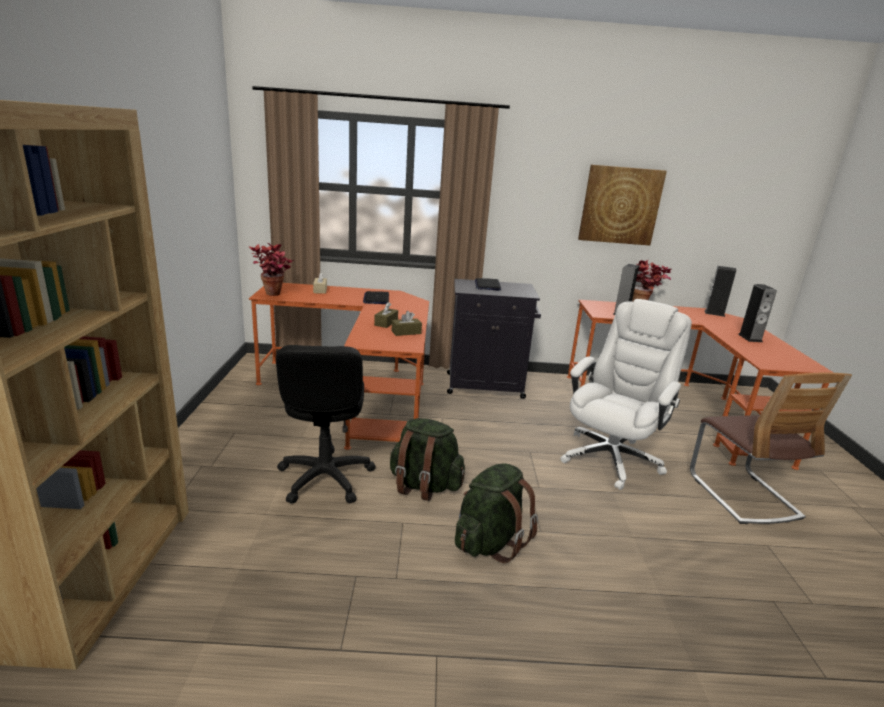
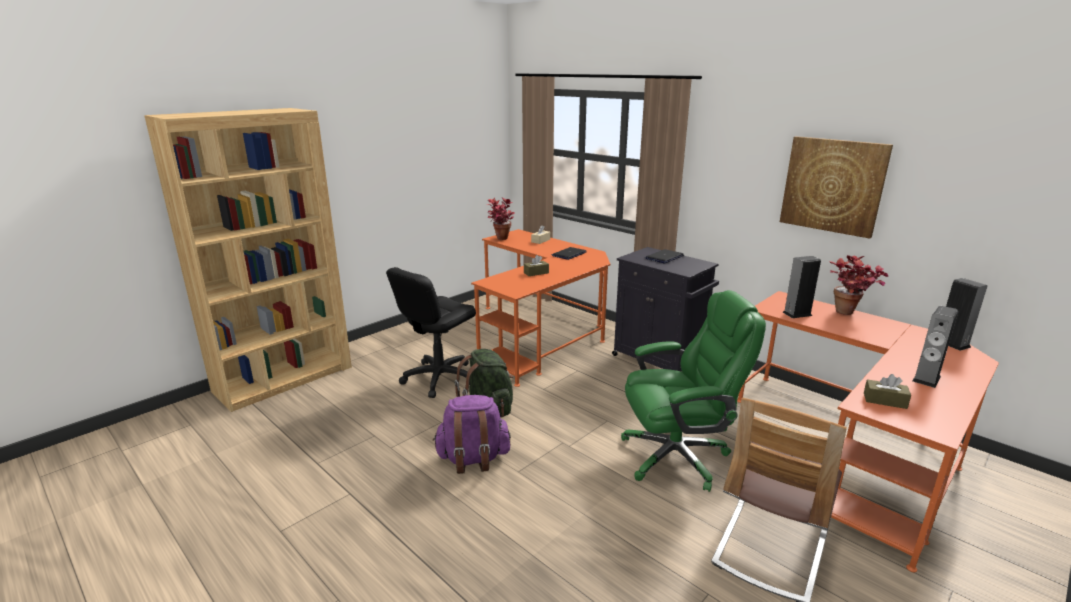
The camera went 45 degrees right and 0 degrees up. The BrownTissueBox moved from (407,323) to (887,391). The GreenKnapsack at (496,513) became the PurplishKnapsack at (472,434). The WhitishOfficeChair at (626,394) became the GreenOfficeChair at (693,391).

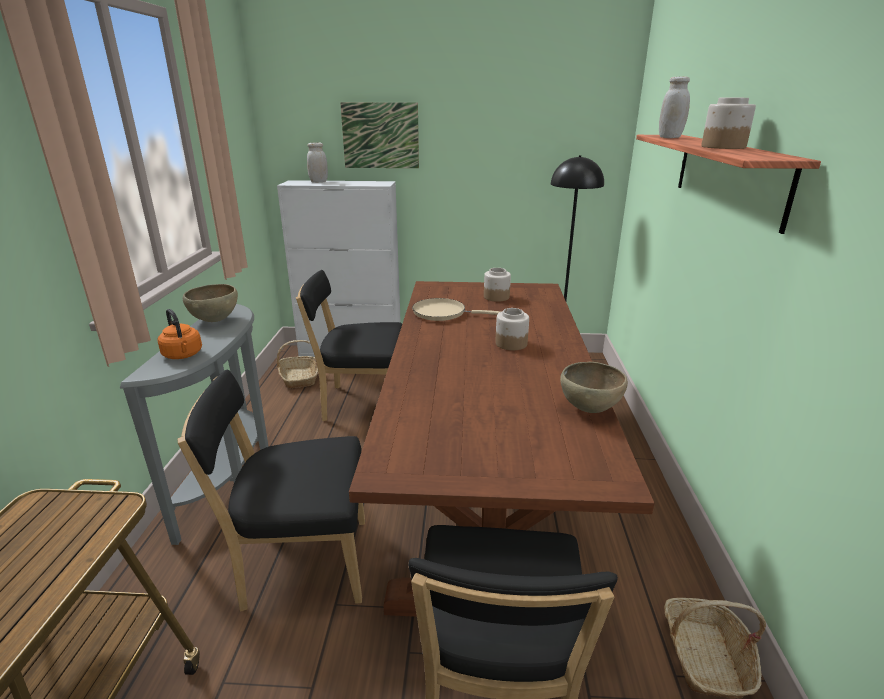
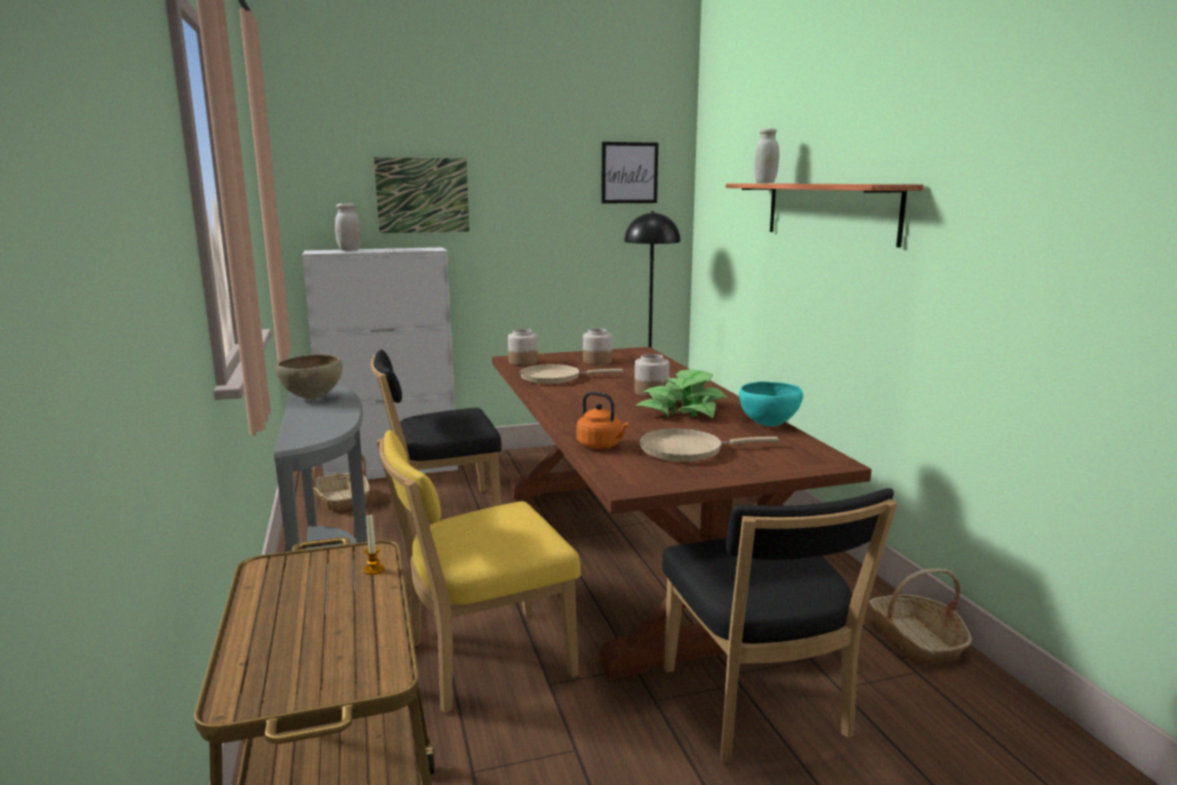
The camera went 20 degrees left and 10 degrees down. The Candle at (373,544) appeared. The WallArt at (629,172) appeared. The PottedPlant at (681,393) appeared. The BeigeSkillet at (709,445) appeared. The OrangeColouredWaterKettle moved from (180,334) to (603,420). The Jar moved from (728,123) to (523,347). The BlackColouredPlainChair at (271,491) became the YellowPlainChair at (479,571). The BrownServingBowl at (594,387) became the TurquoiseServingBowl at (771,404).

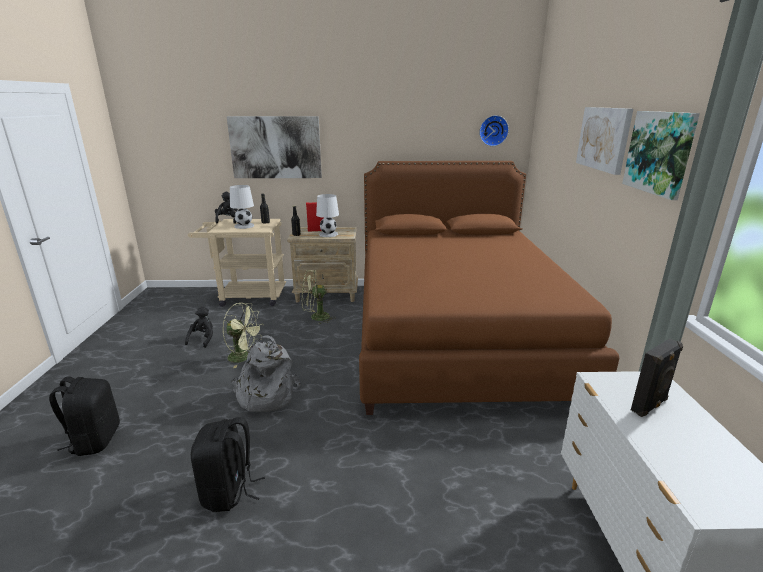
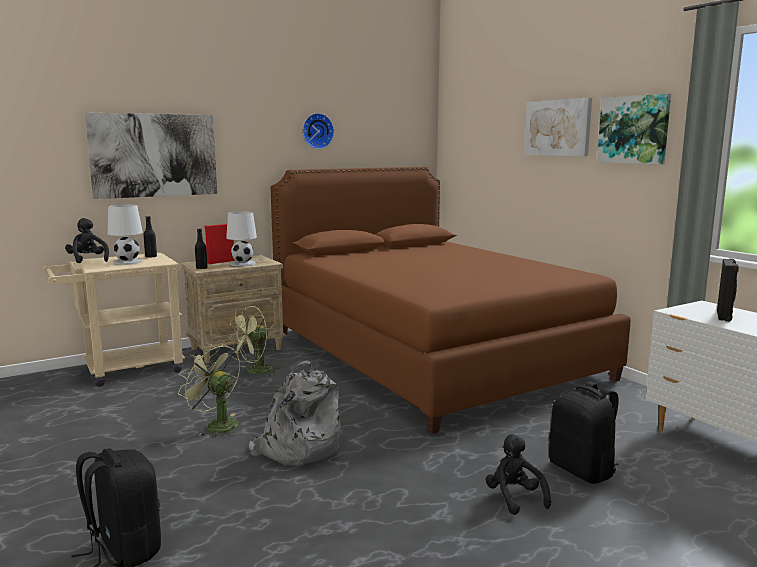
The camera went 30 degrees left and 10 degrees down. The BlackColouredPlushToy moved from (199,327) to (518,474). The BlackColouredKnapsack moved from (228,464) to (584,432). The WallClock moved from (494,130) to (318,131). The GreenElectricFan at (243,335) turned 135 degrees counterclockwise.

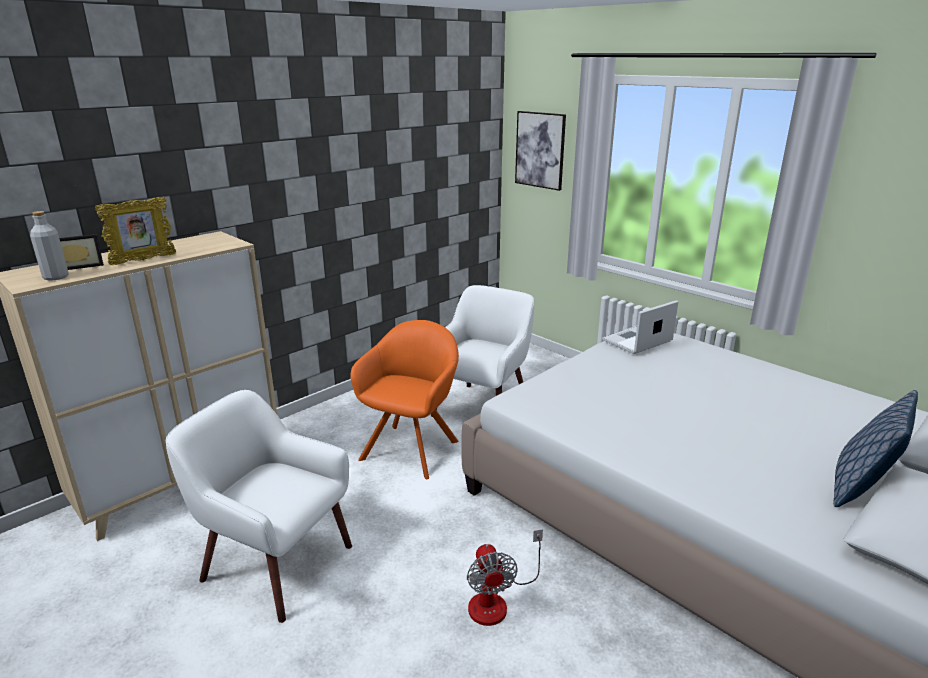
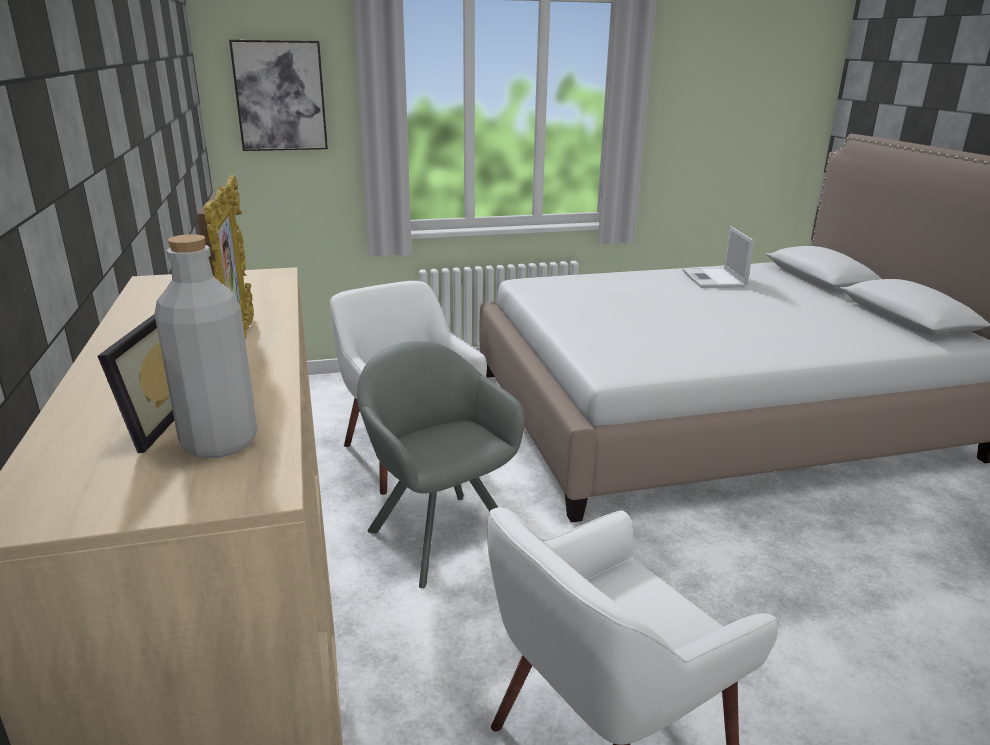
The camera went 60 degrees left and 0 degrees up. The ElectricFan at (505,577) disappeared. The ThrowPillow at (875,448) disappeared. The Laptop moved from (640,327) to (718,257). The OrangeColouredEasyChair at (404,399) became the GrayEasyChair at (441,464).

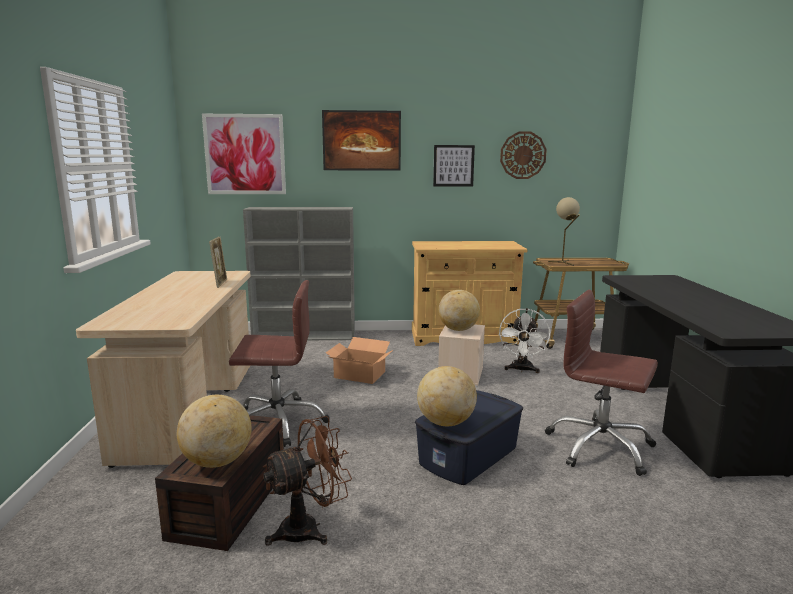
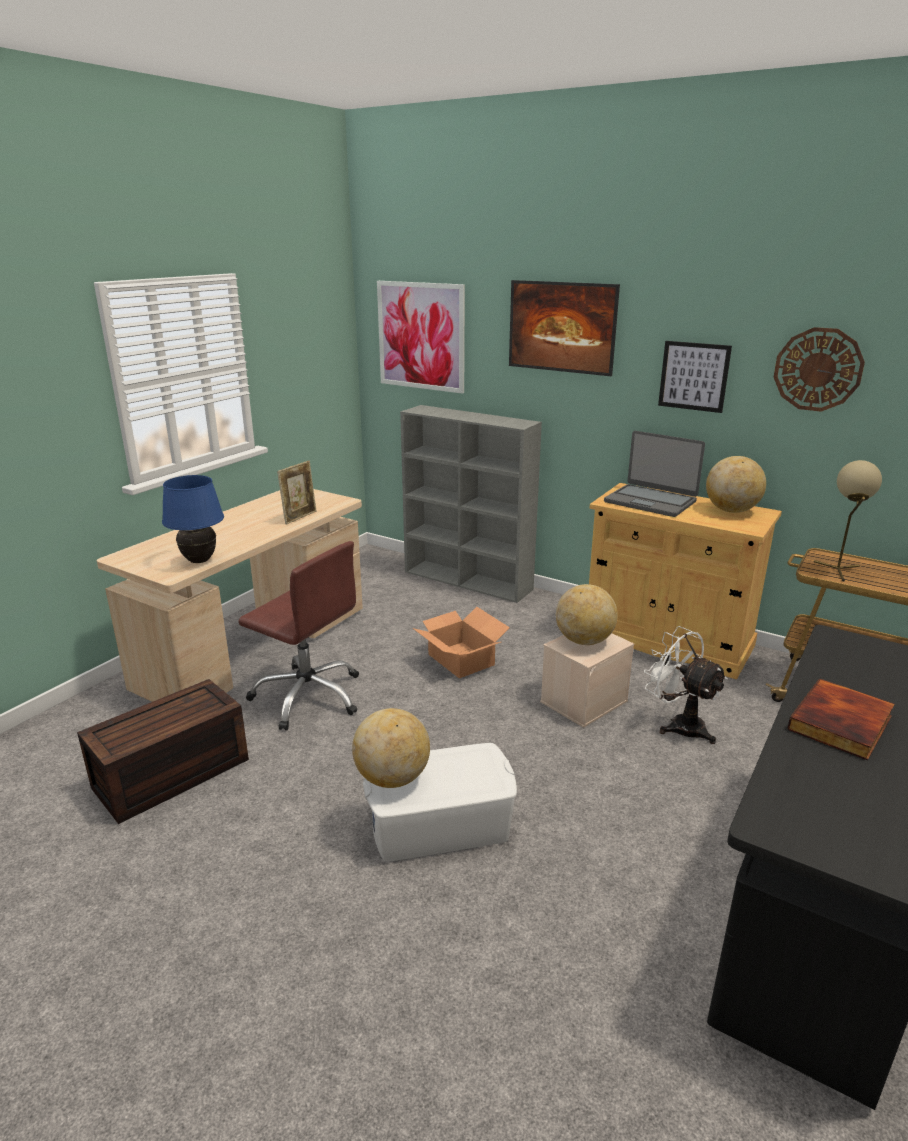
The camera went 35 degrees right and 10 degrees up. The BrownElectricFan at (307,481) disappeared. The BrownOfficeChair at (601,383) disappeared. The BlueLampForATable at (193,519) appeared. The Laptop at (654,474) appeared. The Book at (841,719) appeared. The Globe moved from (214,431) to (736,484). The BlueStorageBox at (469,437) became the WhitishStorageBox at (440,802). The WhitishElectricFan at (524,340) turned 90 degrees clockwise.

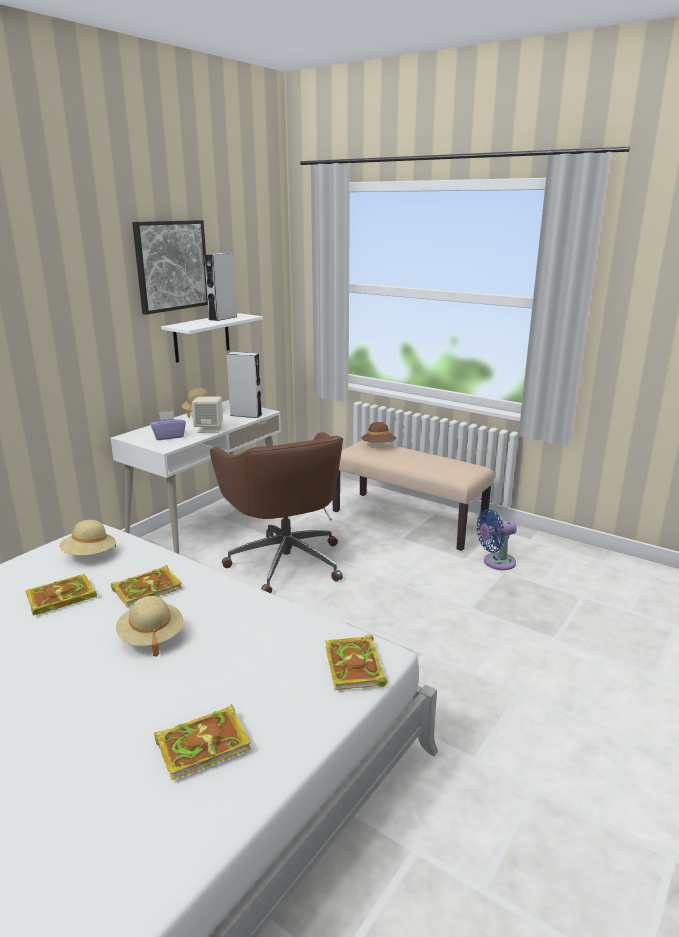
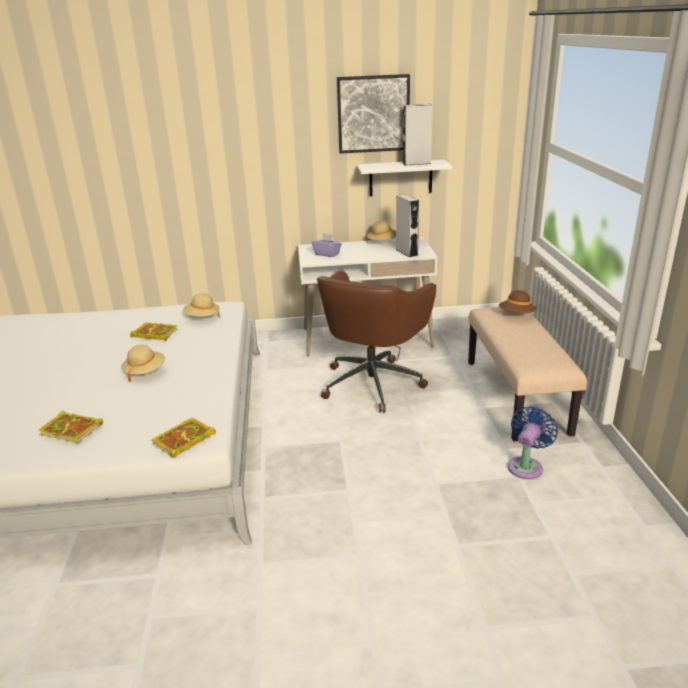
The camera went 50 degrees right and 5 degrees up. The Book at (146,586) disappeared. The BeigeAudioSpeaker at (207,415) disappeared. The BlueElectricFan at (497,539) turned 90 degrees clockwise.

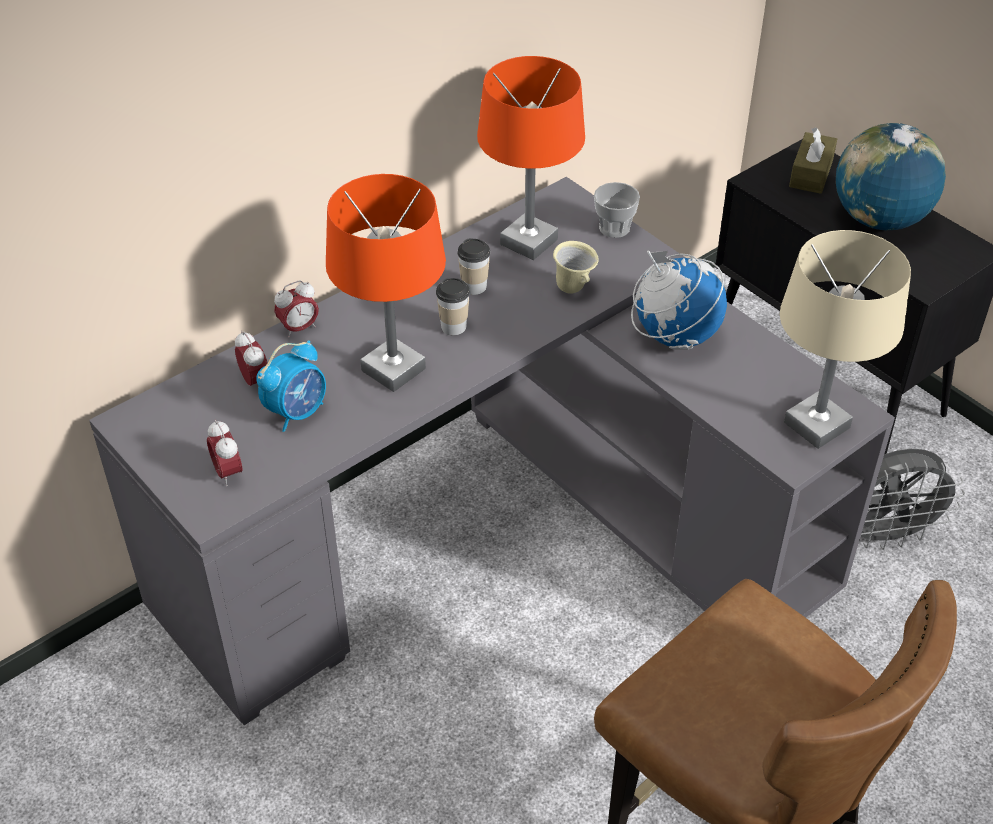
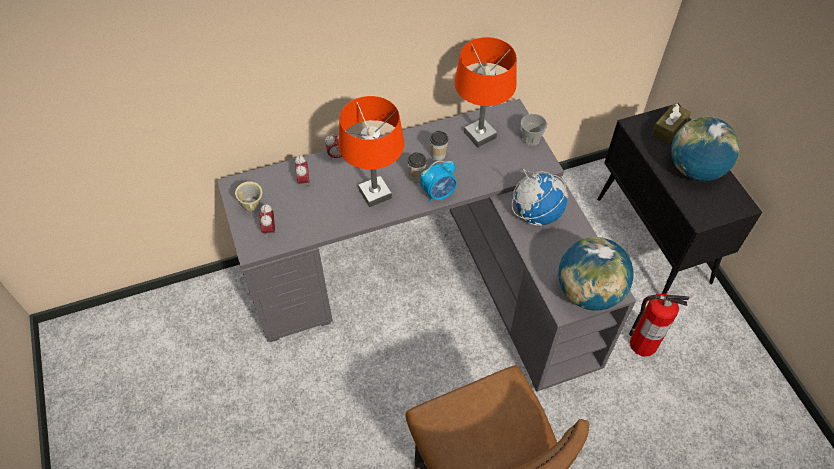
The camera went 20 degrees right and 10 degrees up. The TableClock moved from (291,386) to (438,181). The BeigeCoffeeMug moved from (576,267) to (249,196). The BeigeLampForATable at (845,339) was replaced by the Globe at (596,273). The GrayElectricFan at (913,499) was replaced by the Extinguisher at (659,325).

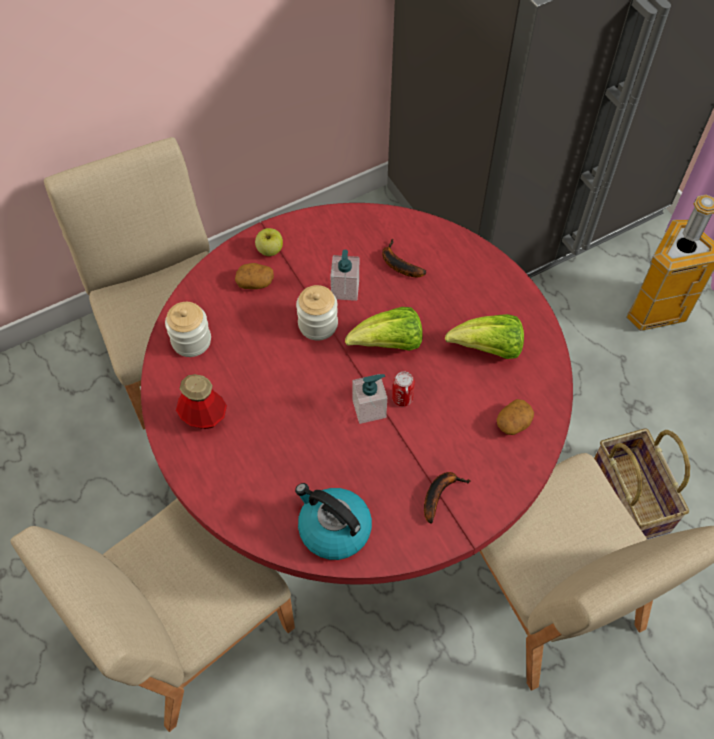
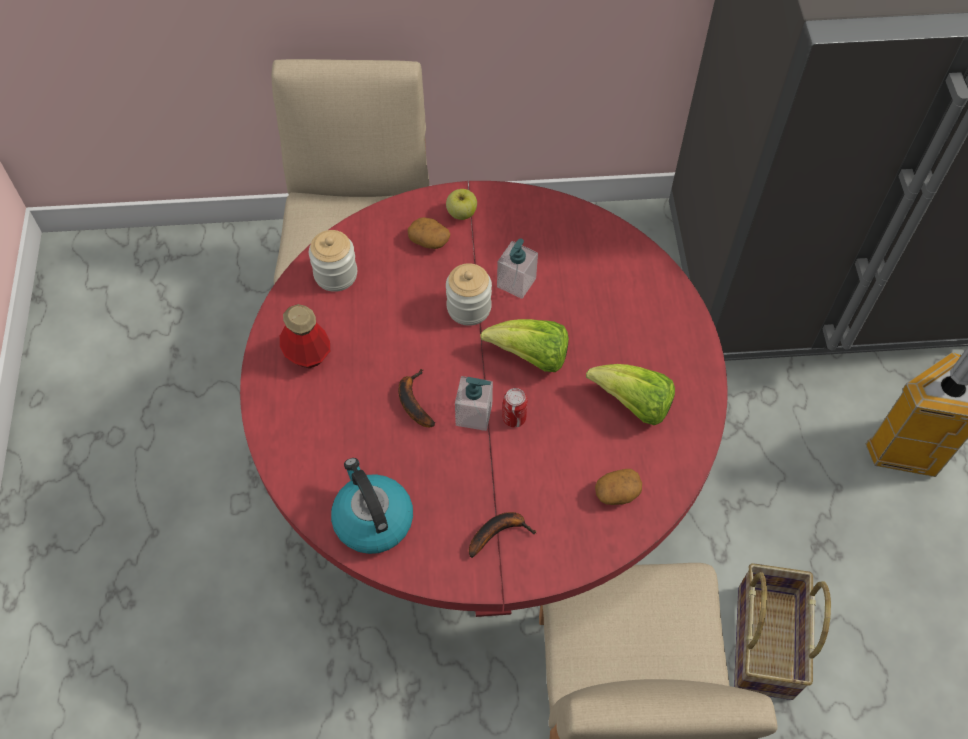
The camera went 25 degrees right and 0 degrees up. The BeigePlainChair at (152,615) disappeared. The WholeBanana moved from (404,258) to (416,398).

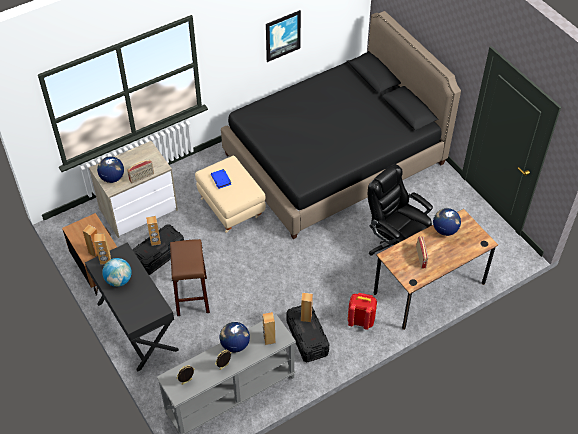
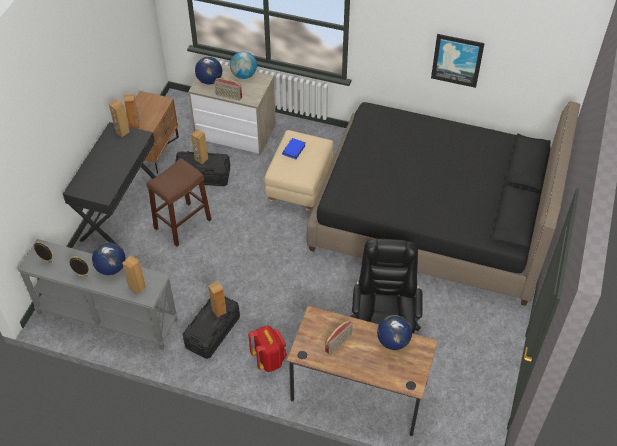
The camera went 50 degrees right and 0 degrees up. The Globe moved from (117,272) to (243,65).

